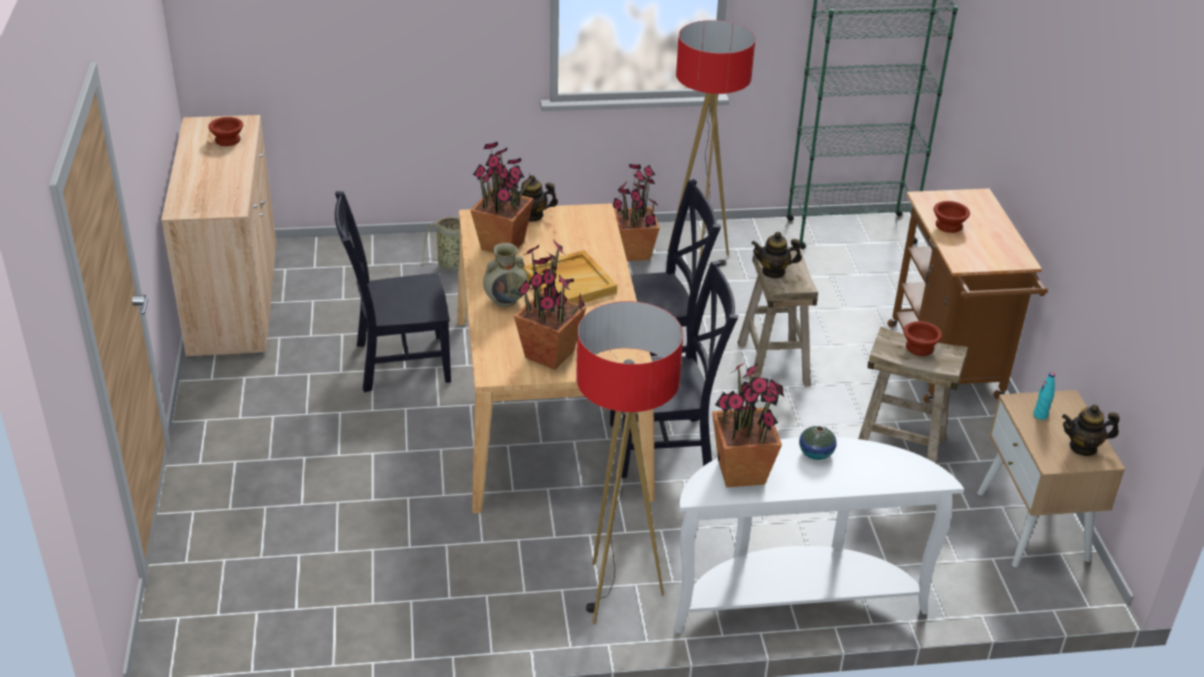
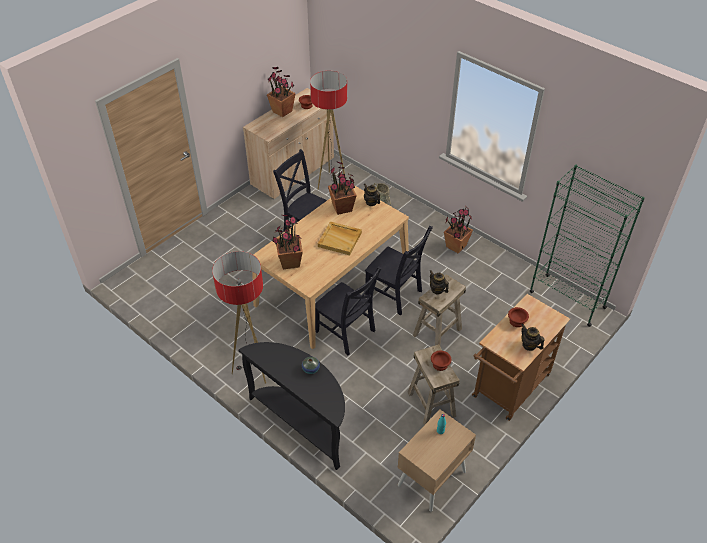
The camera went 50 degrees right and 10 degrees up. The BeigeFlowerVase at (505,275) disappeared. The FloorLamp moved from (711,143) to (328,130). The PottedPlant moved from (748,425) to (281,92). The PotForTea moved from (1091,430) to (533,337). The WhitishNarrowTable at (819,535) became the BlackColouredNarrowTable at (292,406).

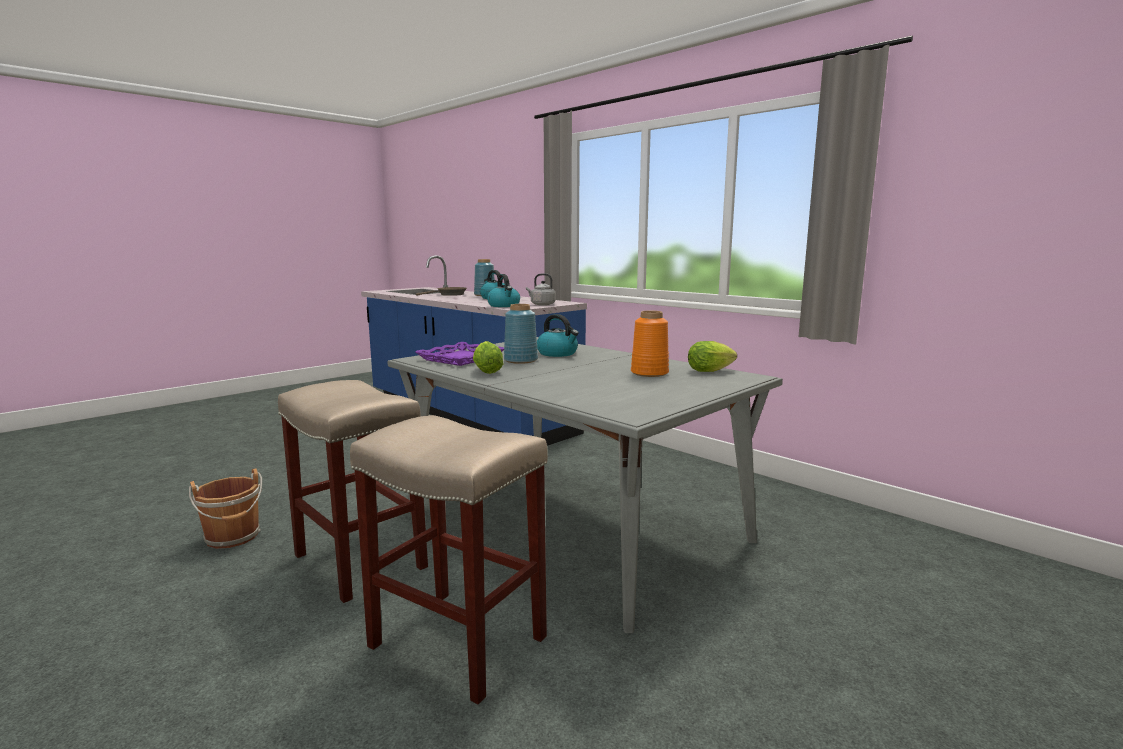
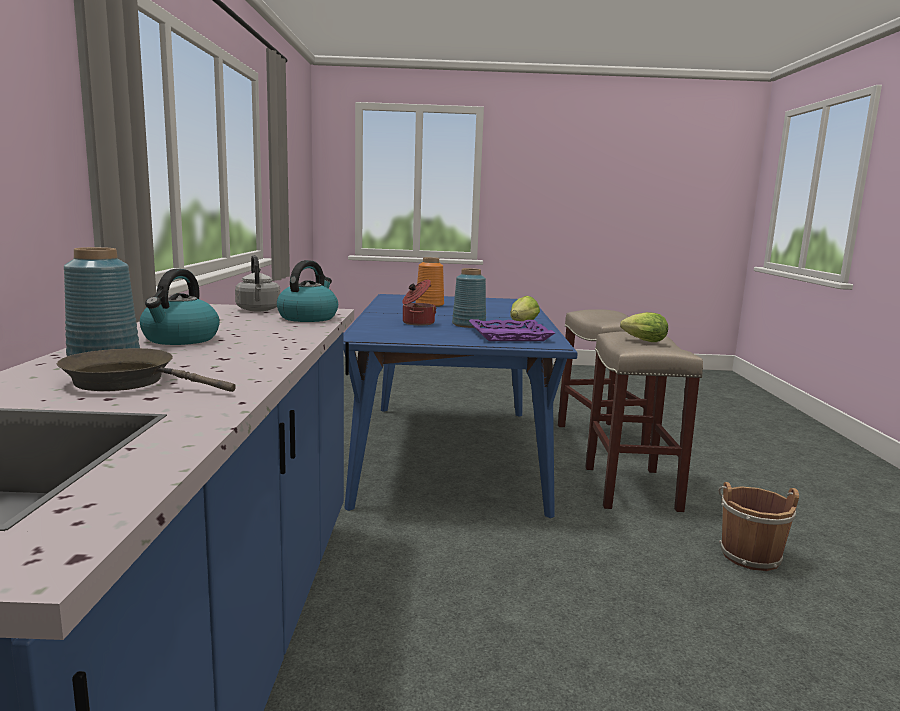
The camera went 135 degrees left and 0 degrees up. The LettuceHead moved from (712,356) to (644,327). The WaterKettle at (558,335) was replaced by the CookingPot at (419,302). The GrayKitchenTable at (585,485) became the BlueKitchenTable at (461,406).

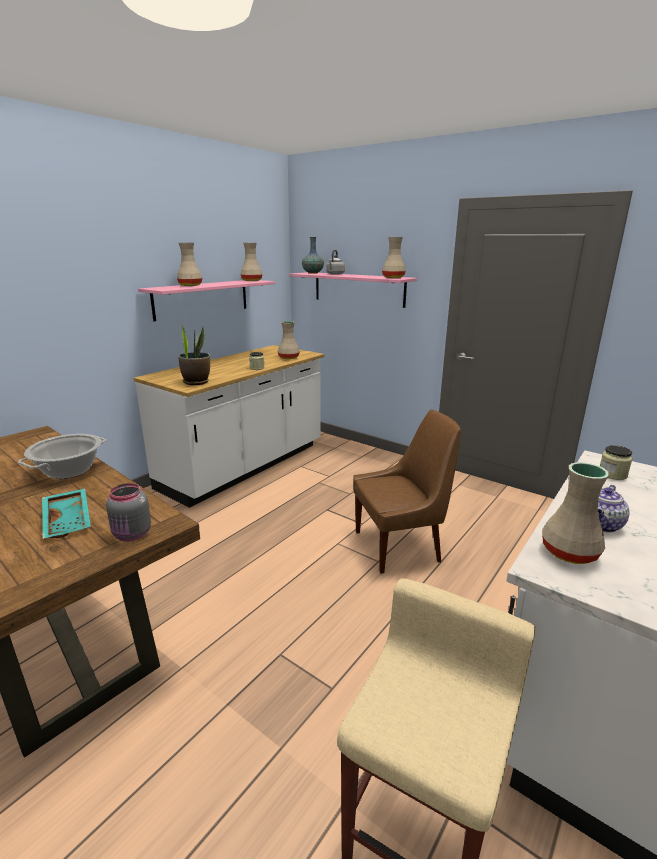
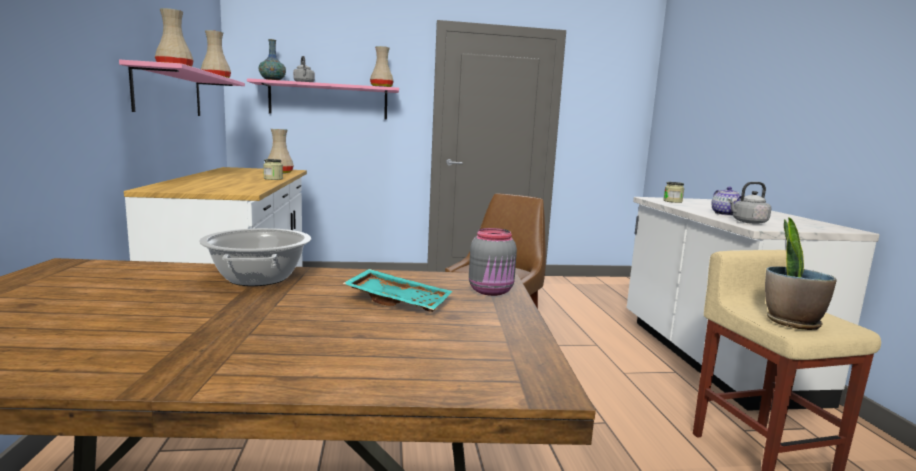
The camera went 45 degrees left and 10 degrees down. The PottedPlant moved from (194,354) to (800,273). The BeigeFlowerVase at (575,513) was replaced by the GrayWaterKettle at (749,203).

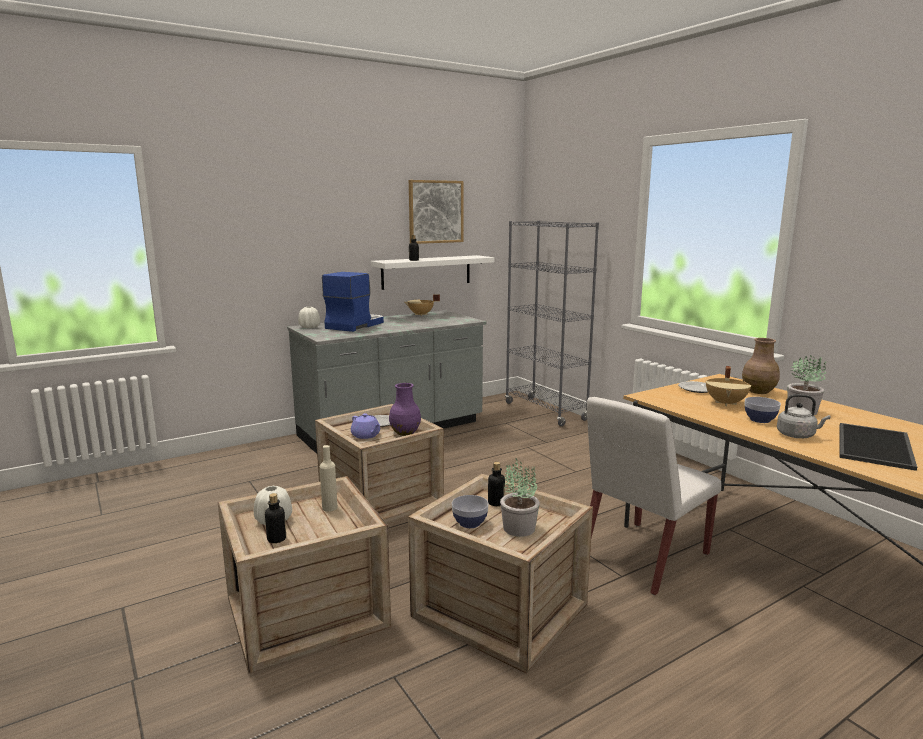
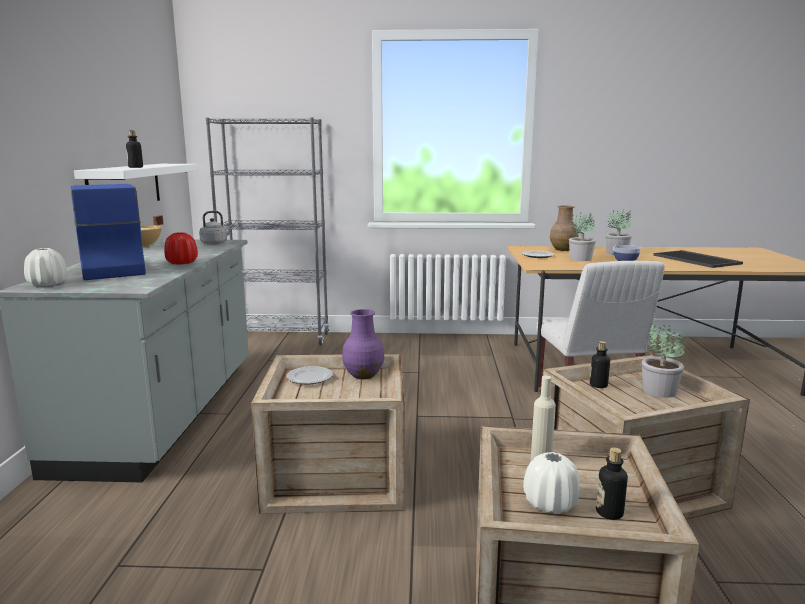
The camera went 55 degrees left and 0 degrees up. The PurplishPotForTea at (365,426) disappeared. The WallArt at (436,212) disappeared. The ServingBowl at (470,511) disappeared. The RedColouredFlowerVase at (181,248) appeared. The GrayWaterKettle moved from (803,416) to (216,228). The BeigeCookingPot at (728,386) was replaced by the PottedPlant at (582,237).

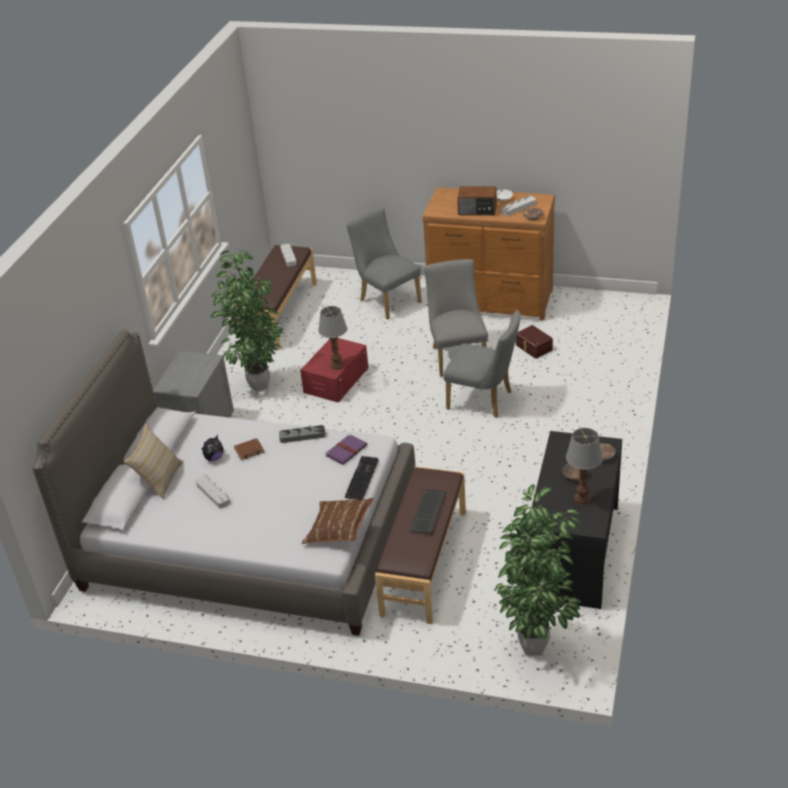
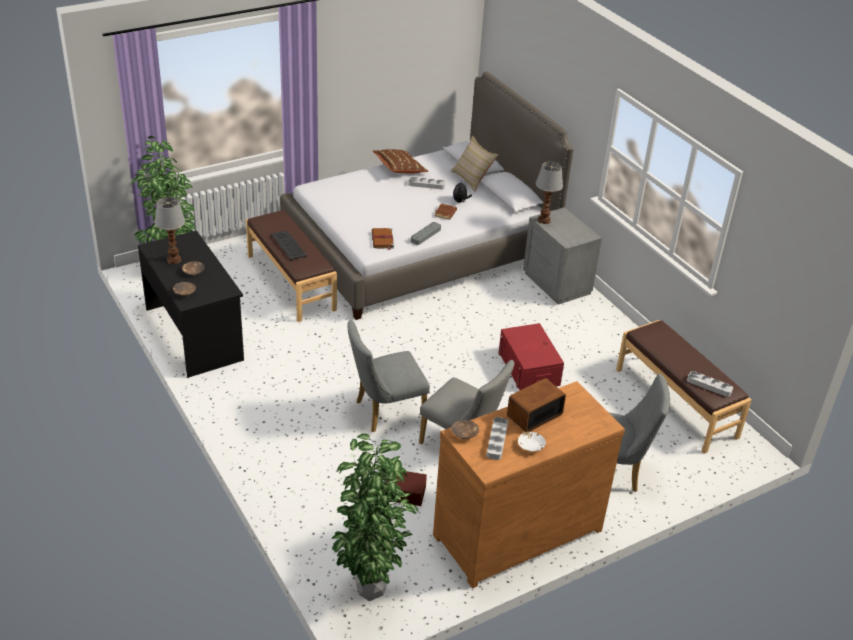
The camera went 130 degrees right and 0 degrees up. The Keyboard at (362,478) disappeared. The PottedPlant moved from (246,321) to (374,517). The BrownThrowPillow moved from (337,521) to (401,161). The LampForATable moved from (332,338) to (549,193). The PurplishBook at (346,449) became the BrownBook at (383,239).

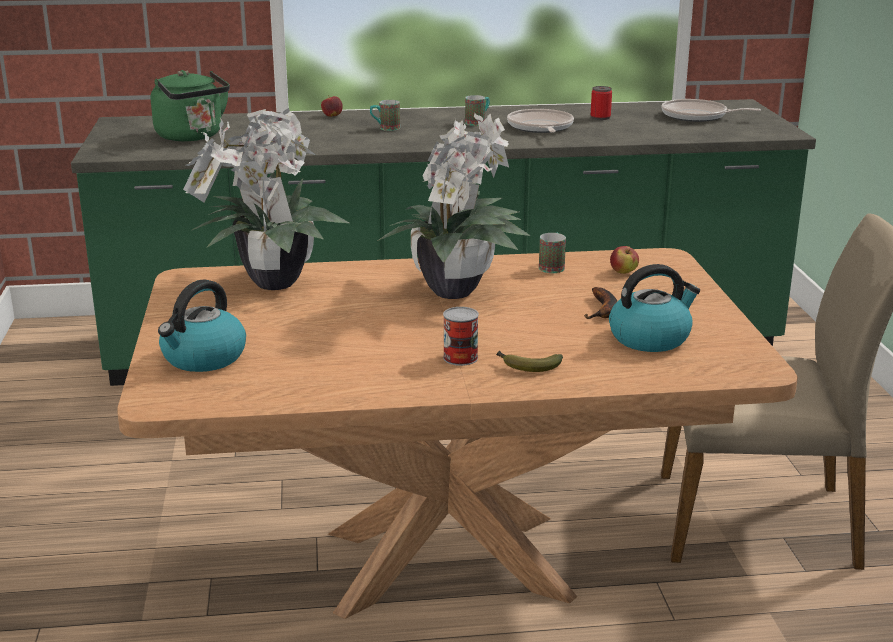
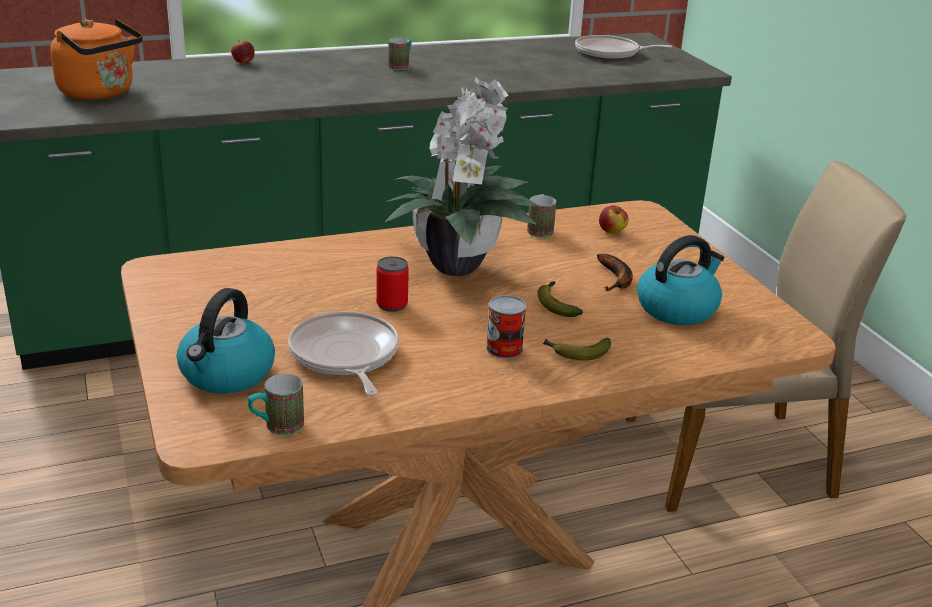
The camera went 15 degrees left and 5 degrees up. The PottedPlant at (266,199) disappeared. The WholeBanana at (560,299) appeared. The CoffeeMug moved from (385,115) to (276,404). The Skillet moved from (540,121) to (343,353). The Can moved from (601,103) to (392,284). The GreenWaterKettle at (190,105) became the OrangeColouredWaterKettle at (96,59).

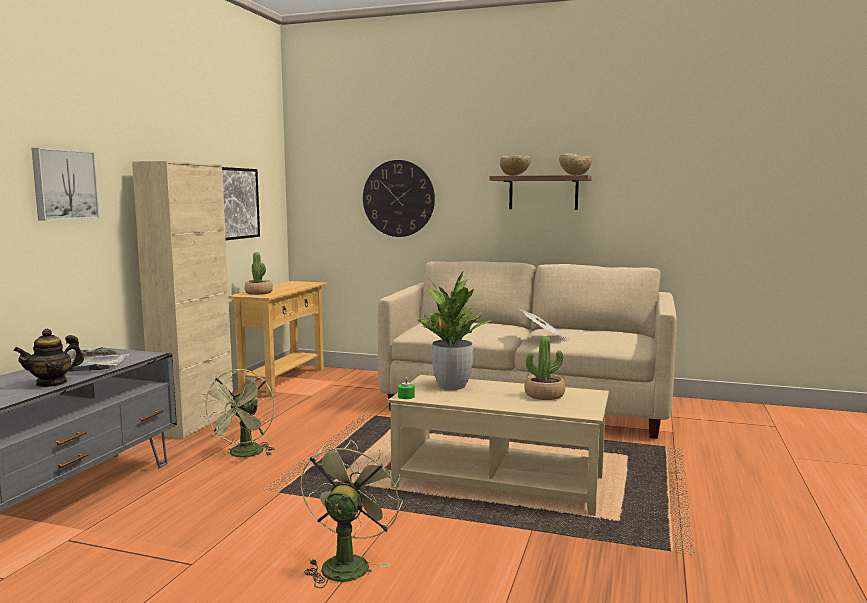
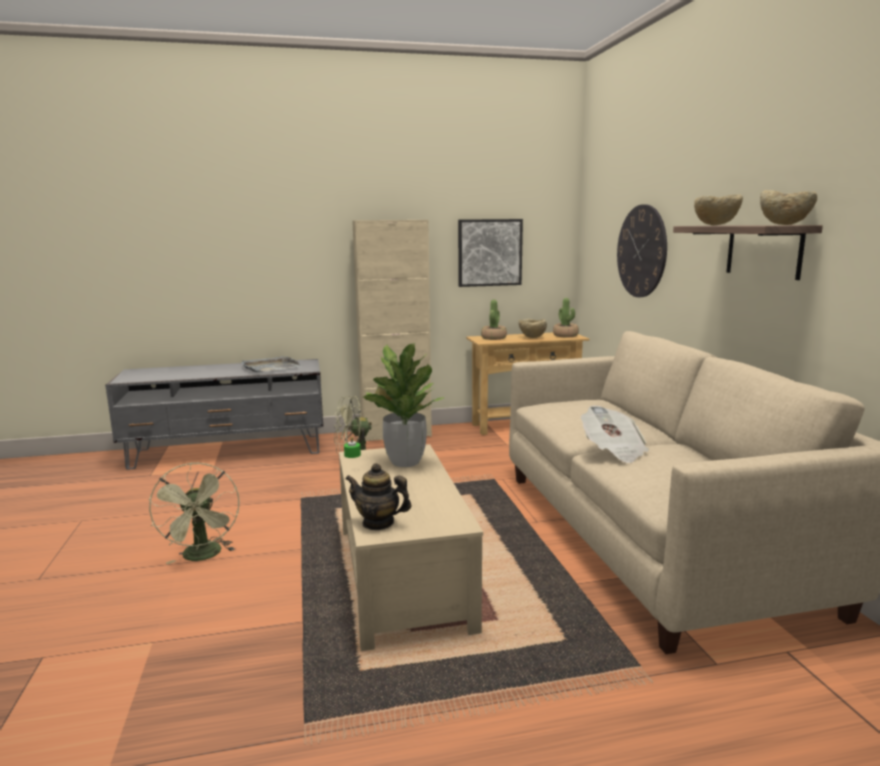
The camera went 60 degrees right and 5 degrees up. The WallArt at (65,184) disappeared. The BeigeServingBowl at (533,328) appeared. The PotForTea moved from (49,357) to (378,496). The PottedPlant moved from (544,368) to (566,317). The GreenElectricFan at (351,513) turned 90 degrees clockwise.

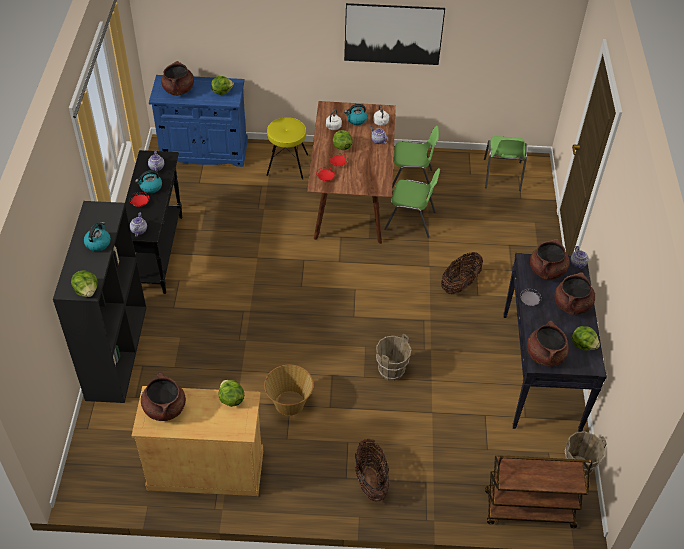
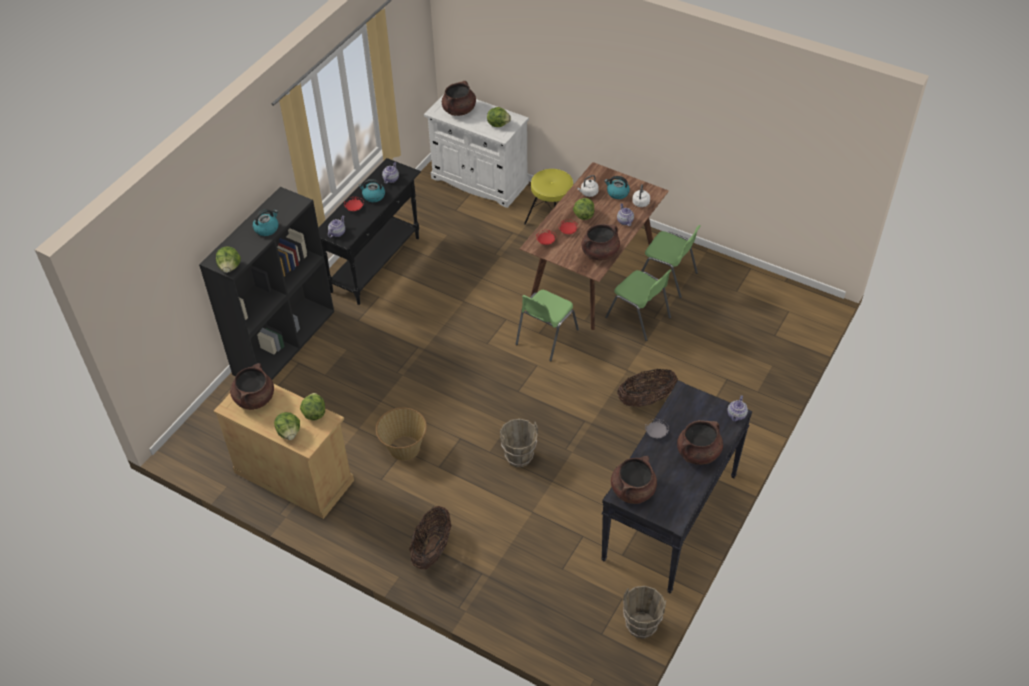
The camera went 30 degrees right and 0 degrees up. The WallArt at (394,34) disappeared. The BrownCart at (538,491) disappeared. The GreenPlainChair moved from (505,163) to (547,326). The BrownCookingPot moved from (549,259) to (600,242). The LettuceHead moved from (586,338) to (287,426). The BlueCupboard at (198,121) became the WhitishCupboard at (476,150).

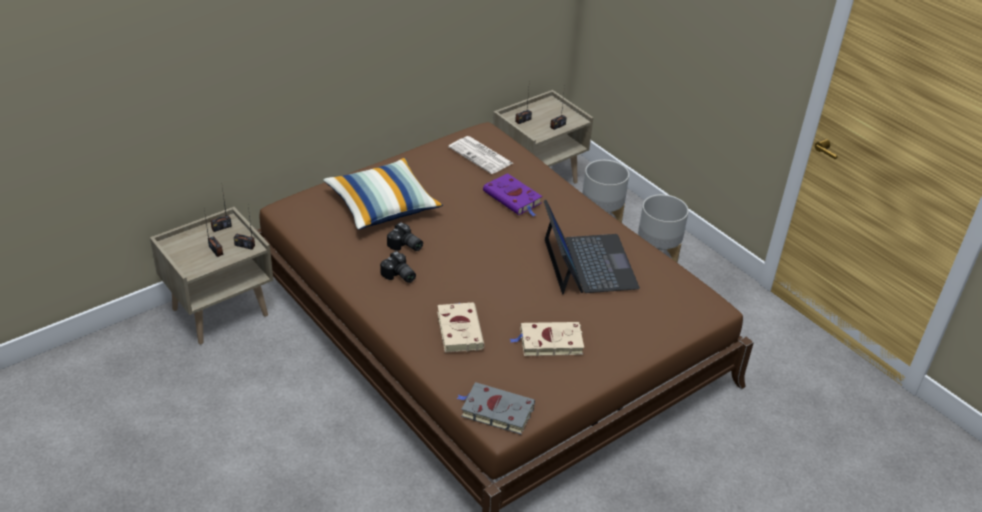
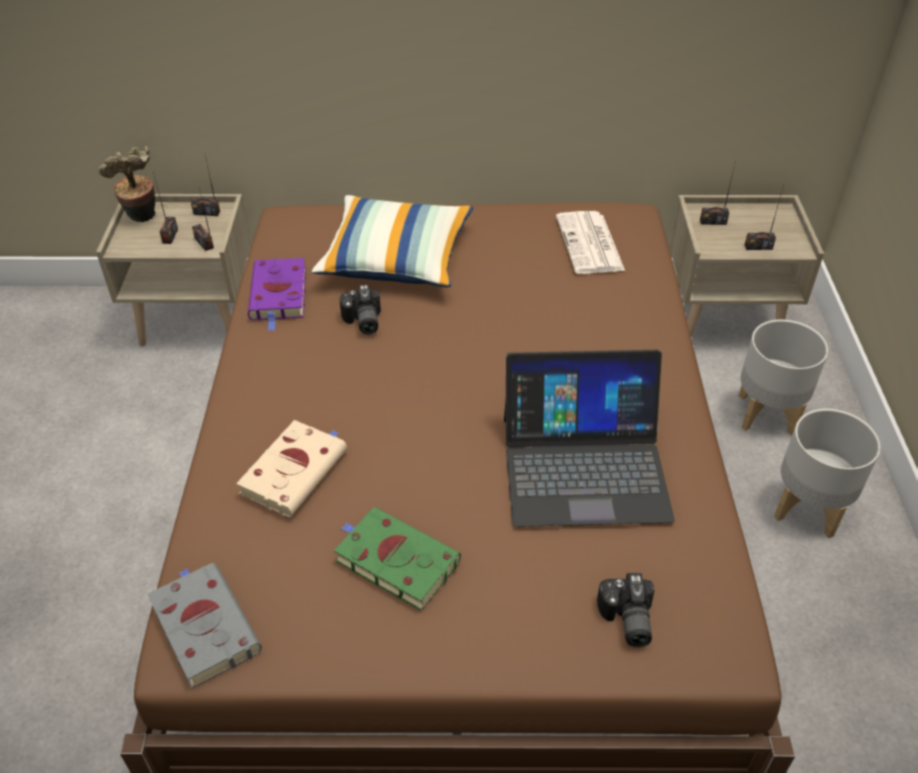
The camera went 40 degrees right and 5 degrees up. The PottedPlant at (127,184) appeared. The PhotoCamera moved from (398,267) to (625,610). The PurplishBook moved from (512,195) to (277,294). The BeigeBook at (547,339) became the GreenBook at (397,559). The Laptop at (592,247) turned 60 degrees clockwise.

